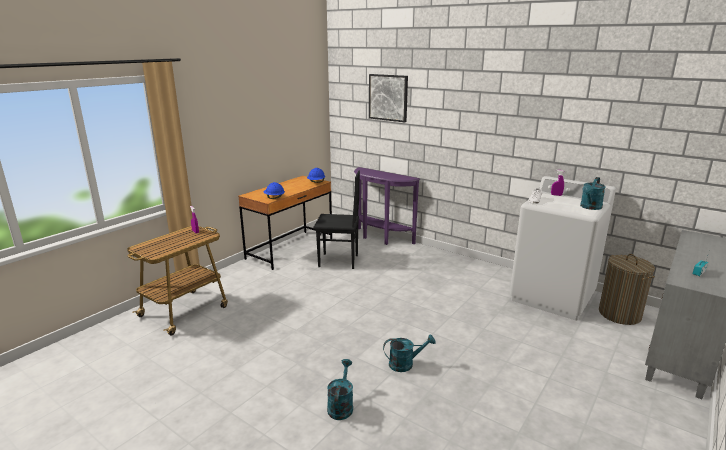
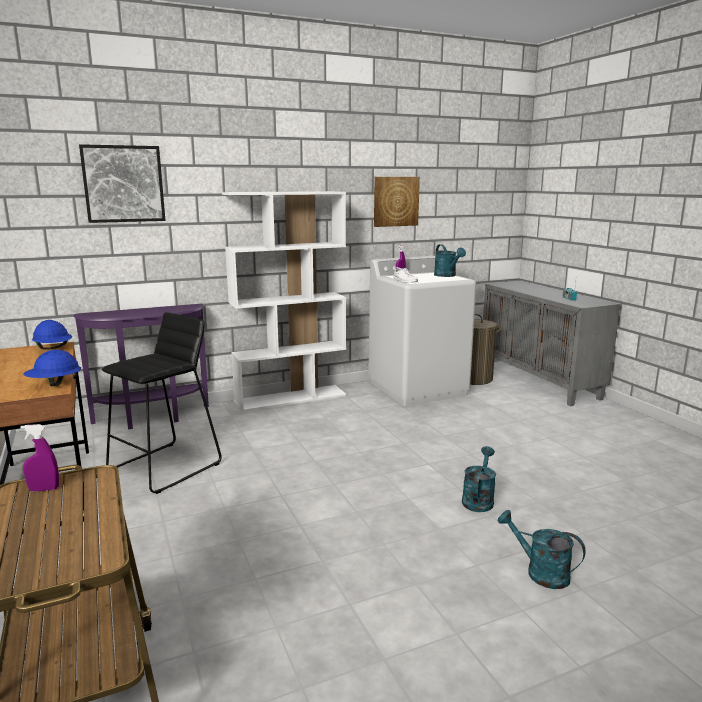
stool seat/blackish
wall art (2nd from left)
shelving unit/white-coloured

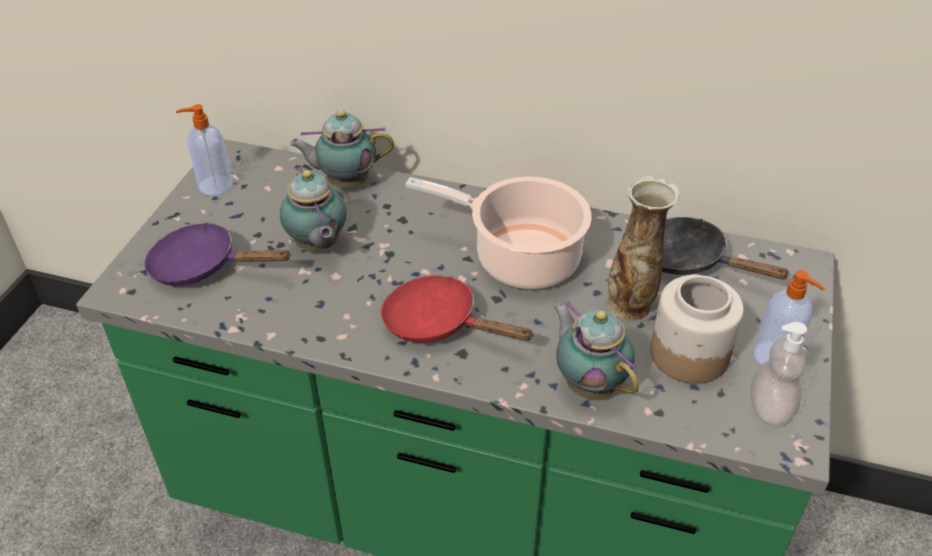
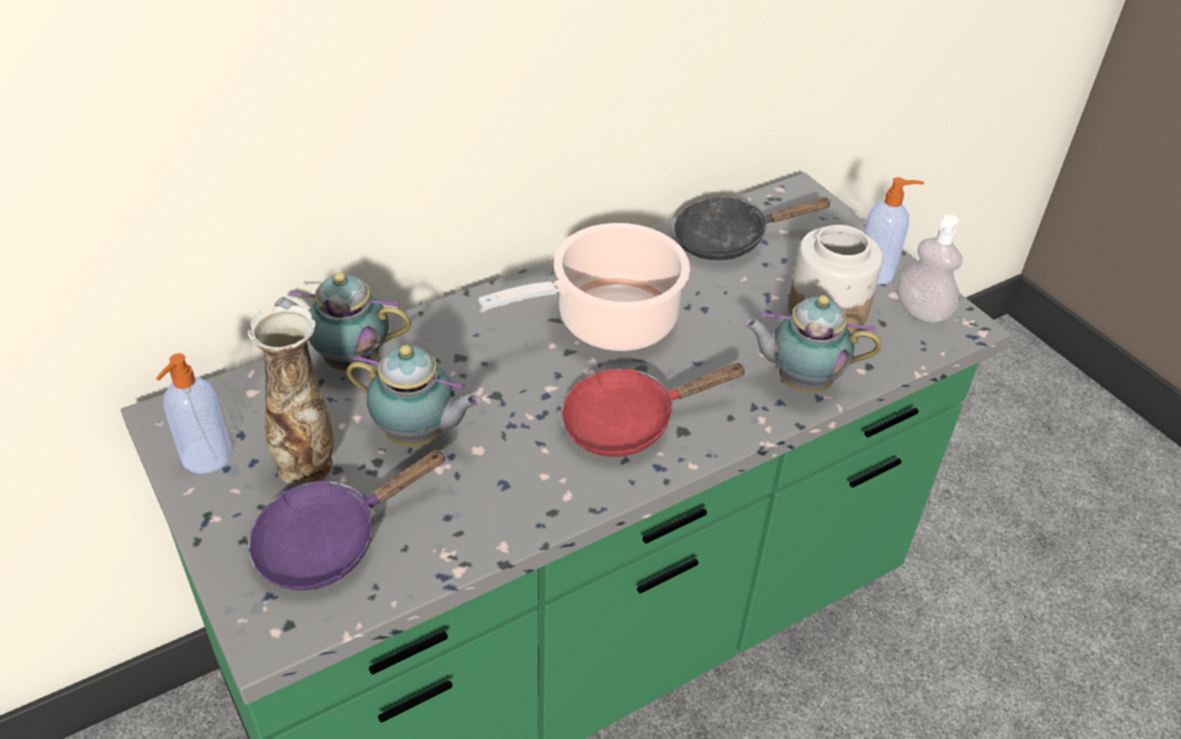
teapot (1st from left)
flower vase

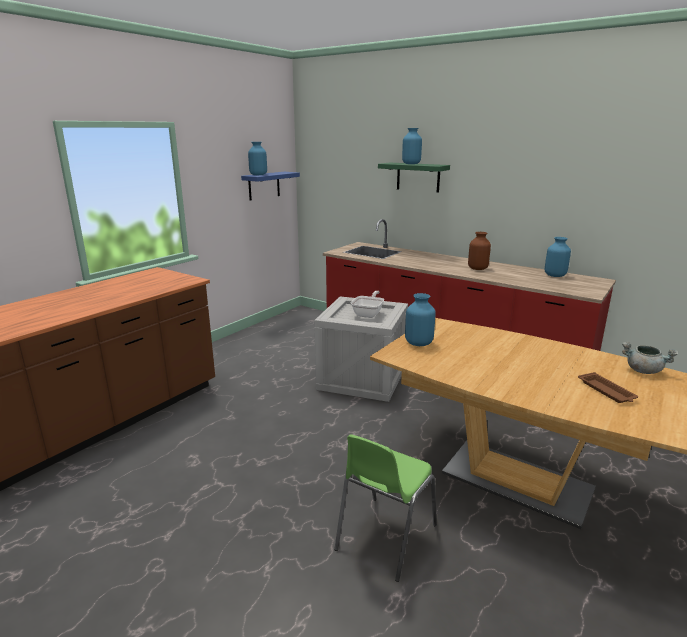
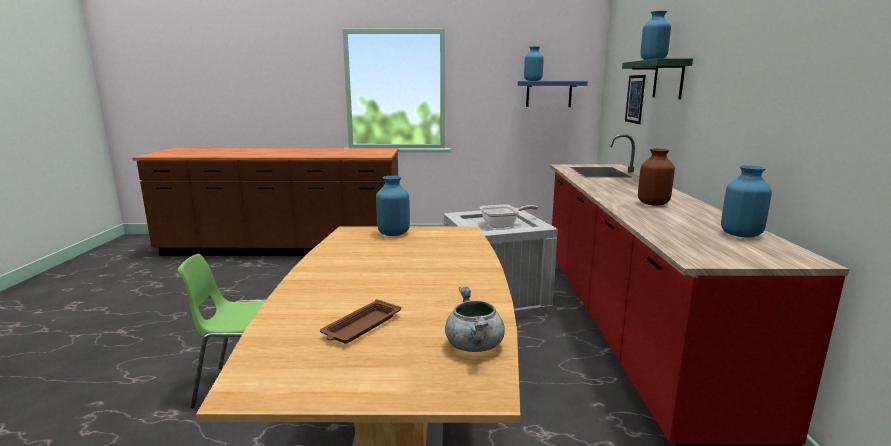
wall art

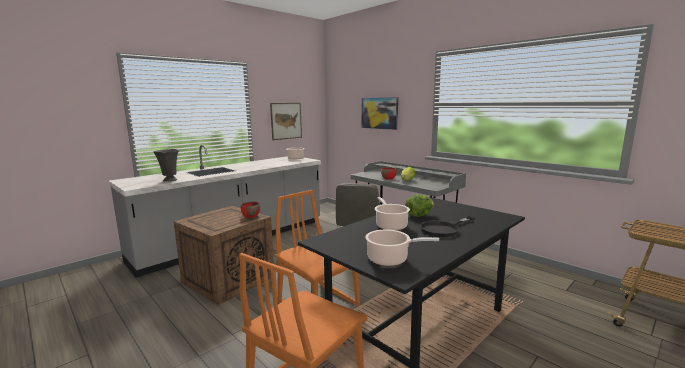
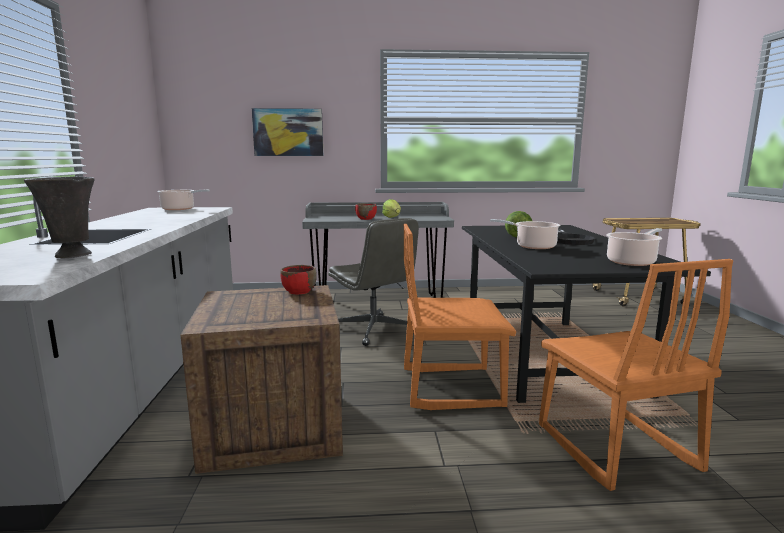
wall art (1st from left in the first image)

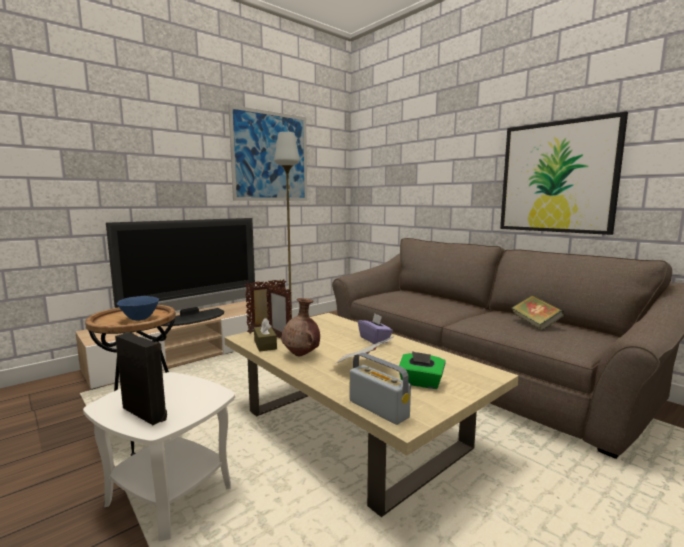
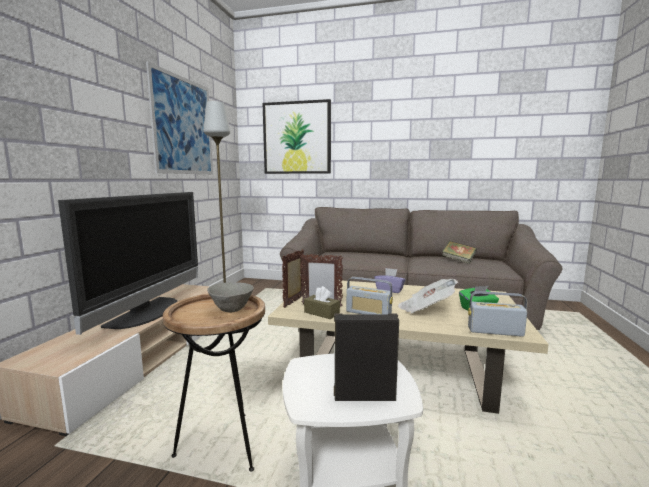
wall art (2nd from left)
bowl/grey
radio (1st from left)

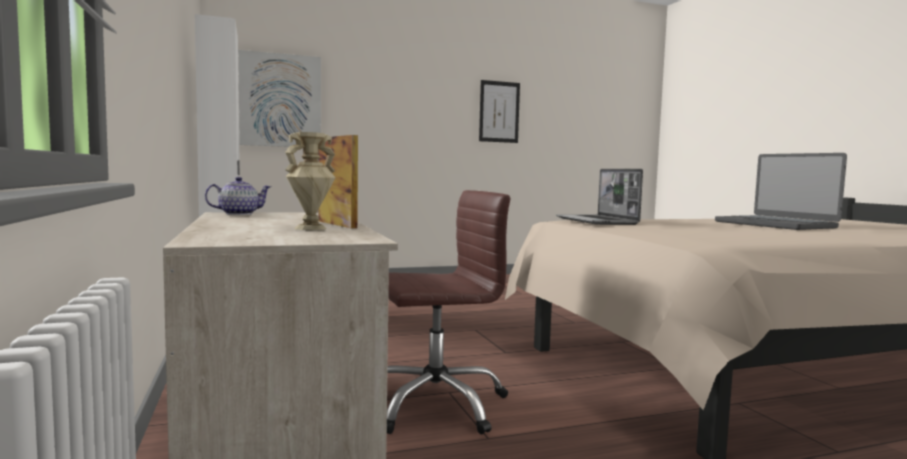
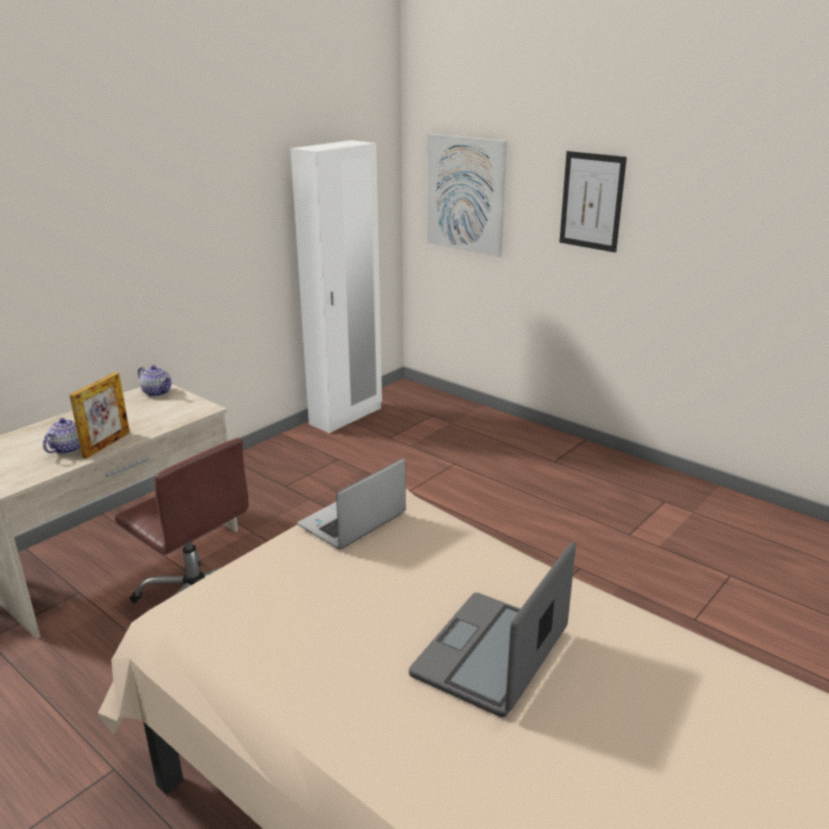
wall art (2nd from left)
teapot (1st from left)

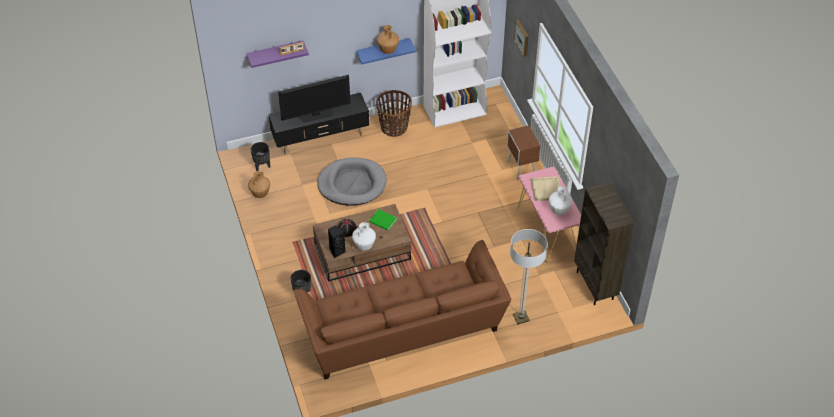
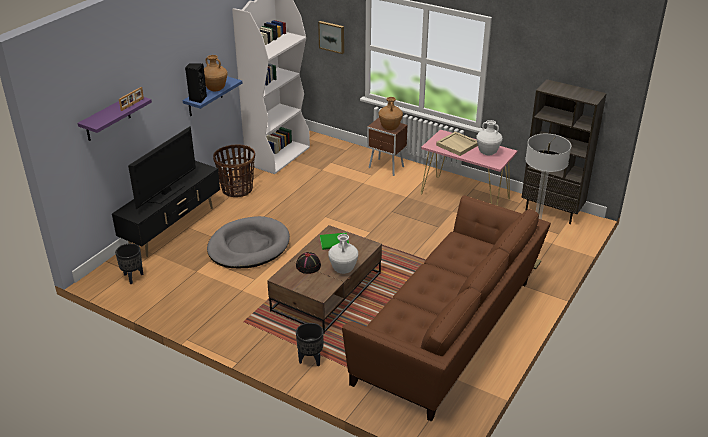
flower vase/brown-coloured (2nd from left)
speaker/blackish

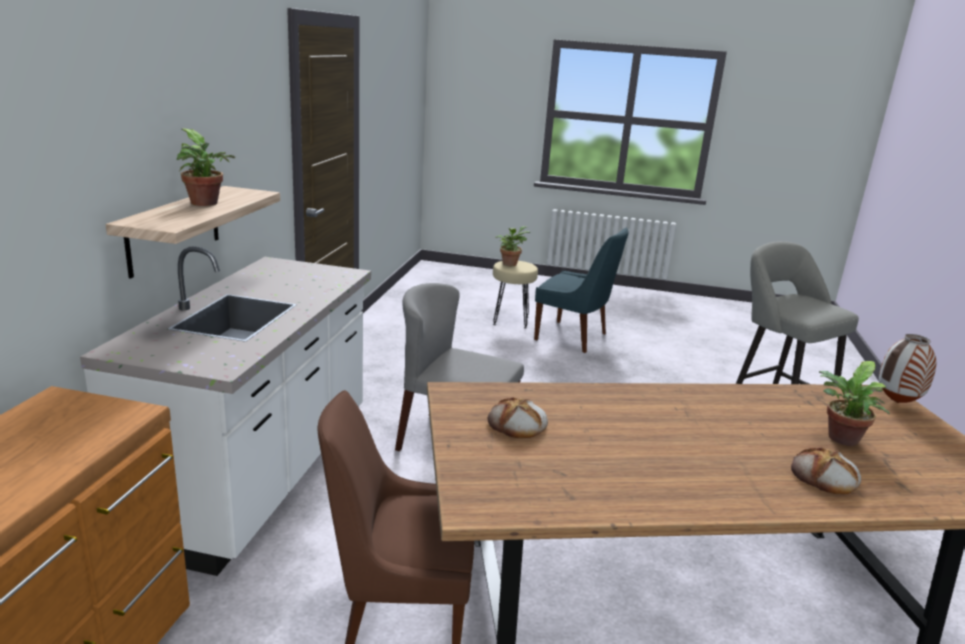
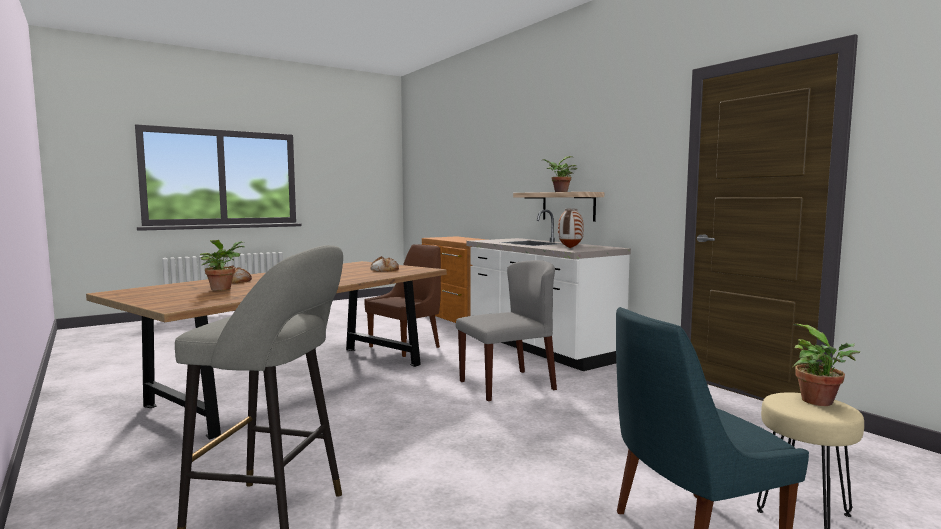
flower vase

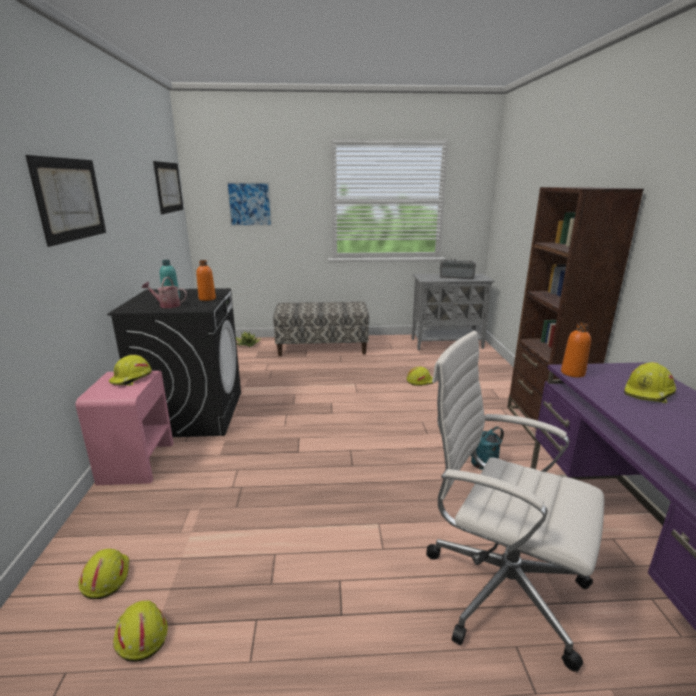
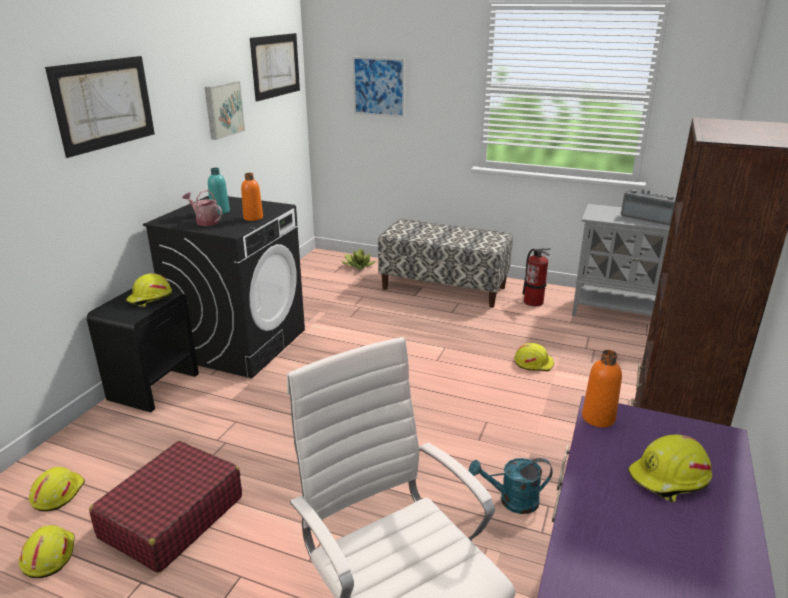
night table/blackish
wall art (2nd from left)
extinguisher
suitcase/reddish

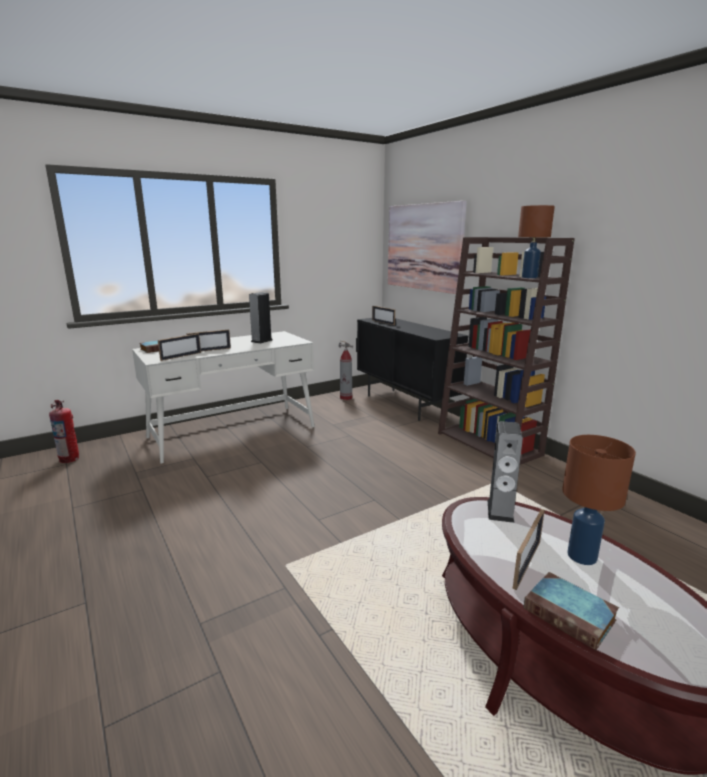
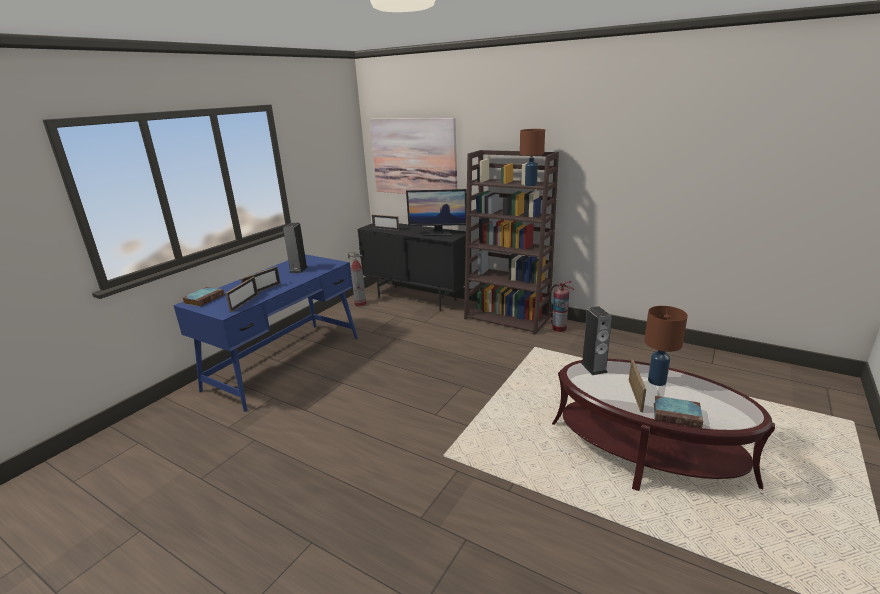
desk unit/blue
extinguisher (2nd from left)
computer screen

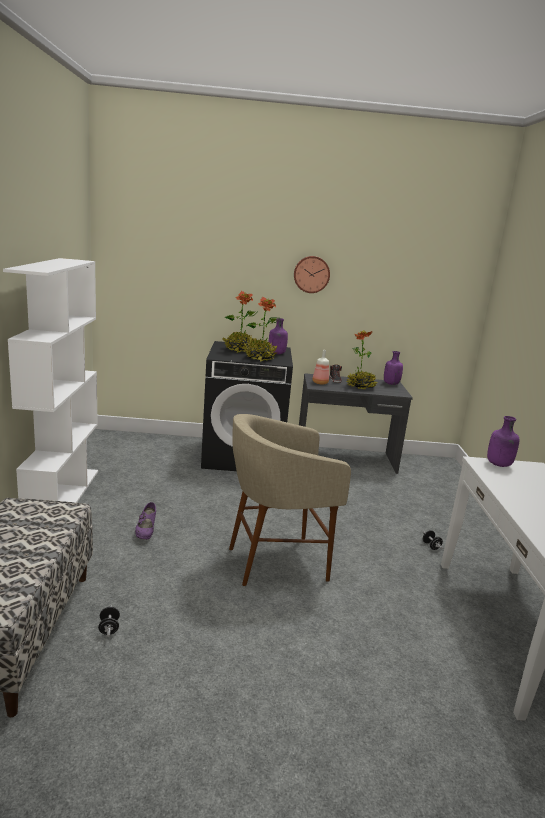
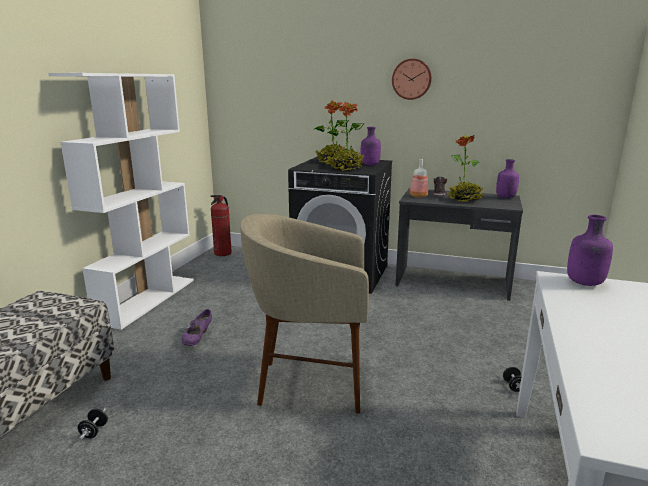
extinguisher

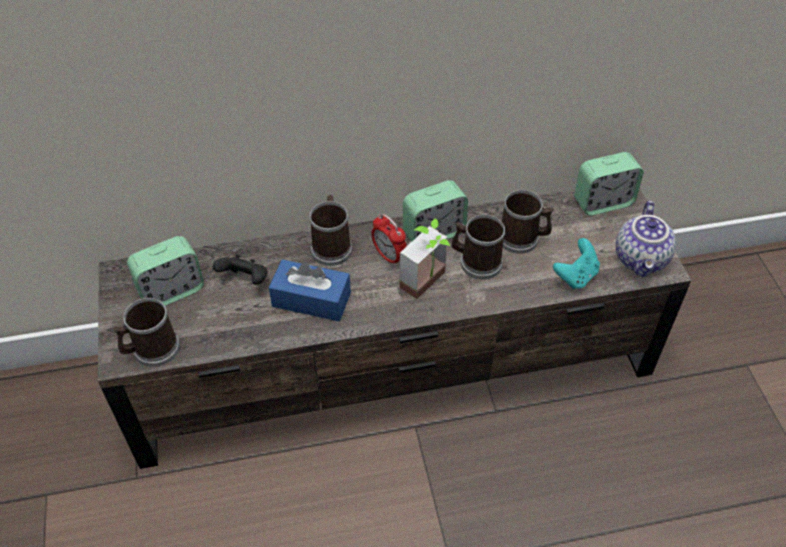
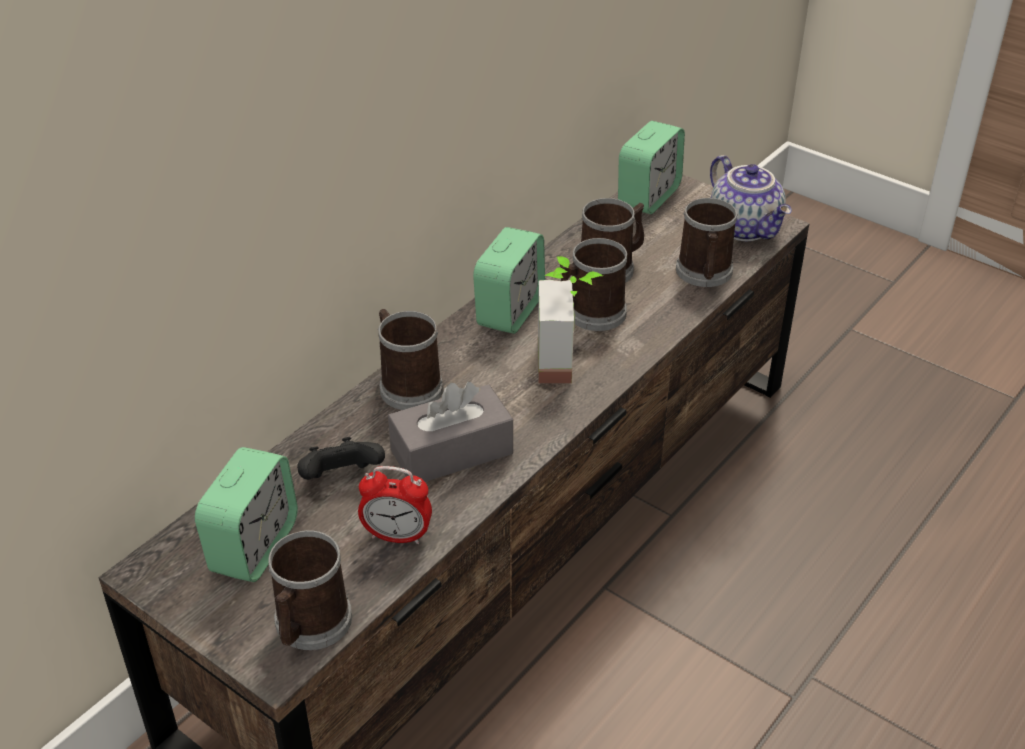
bedside clock (2nd from left)
coffee mug (5th from left)
box of tissues/grey

